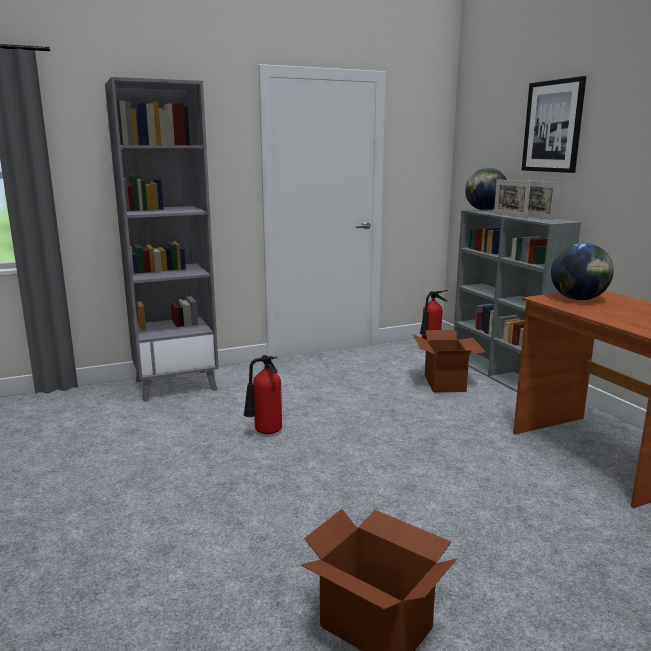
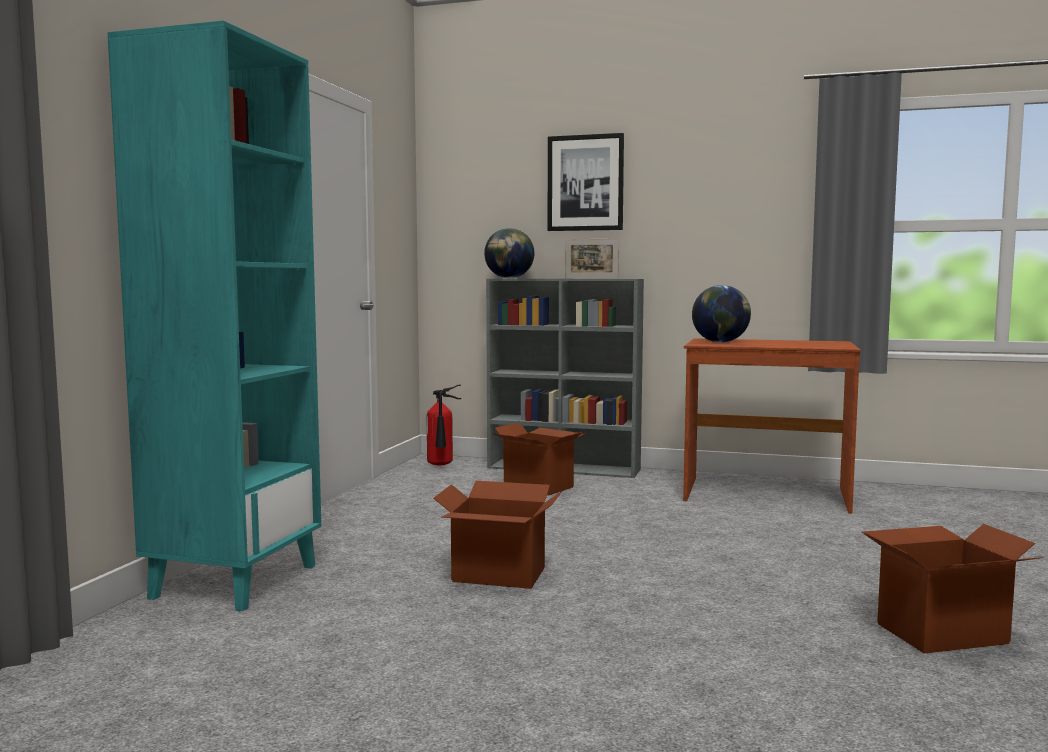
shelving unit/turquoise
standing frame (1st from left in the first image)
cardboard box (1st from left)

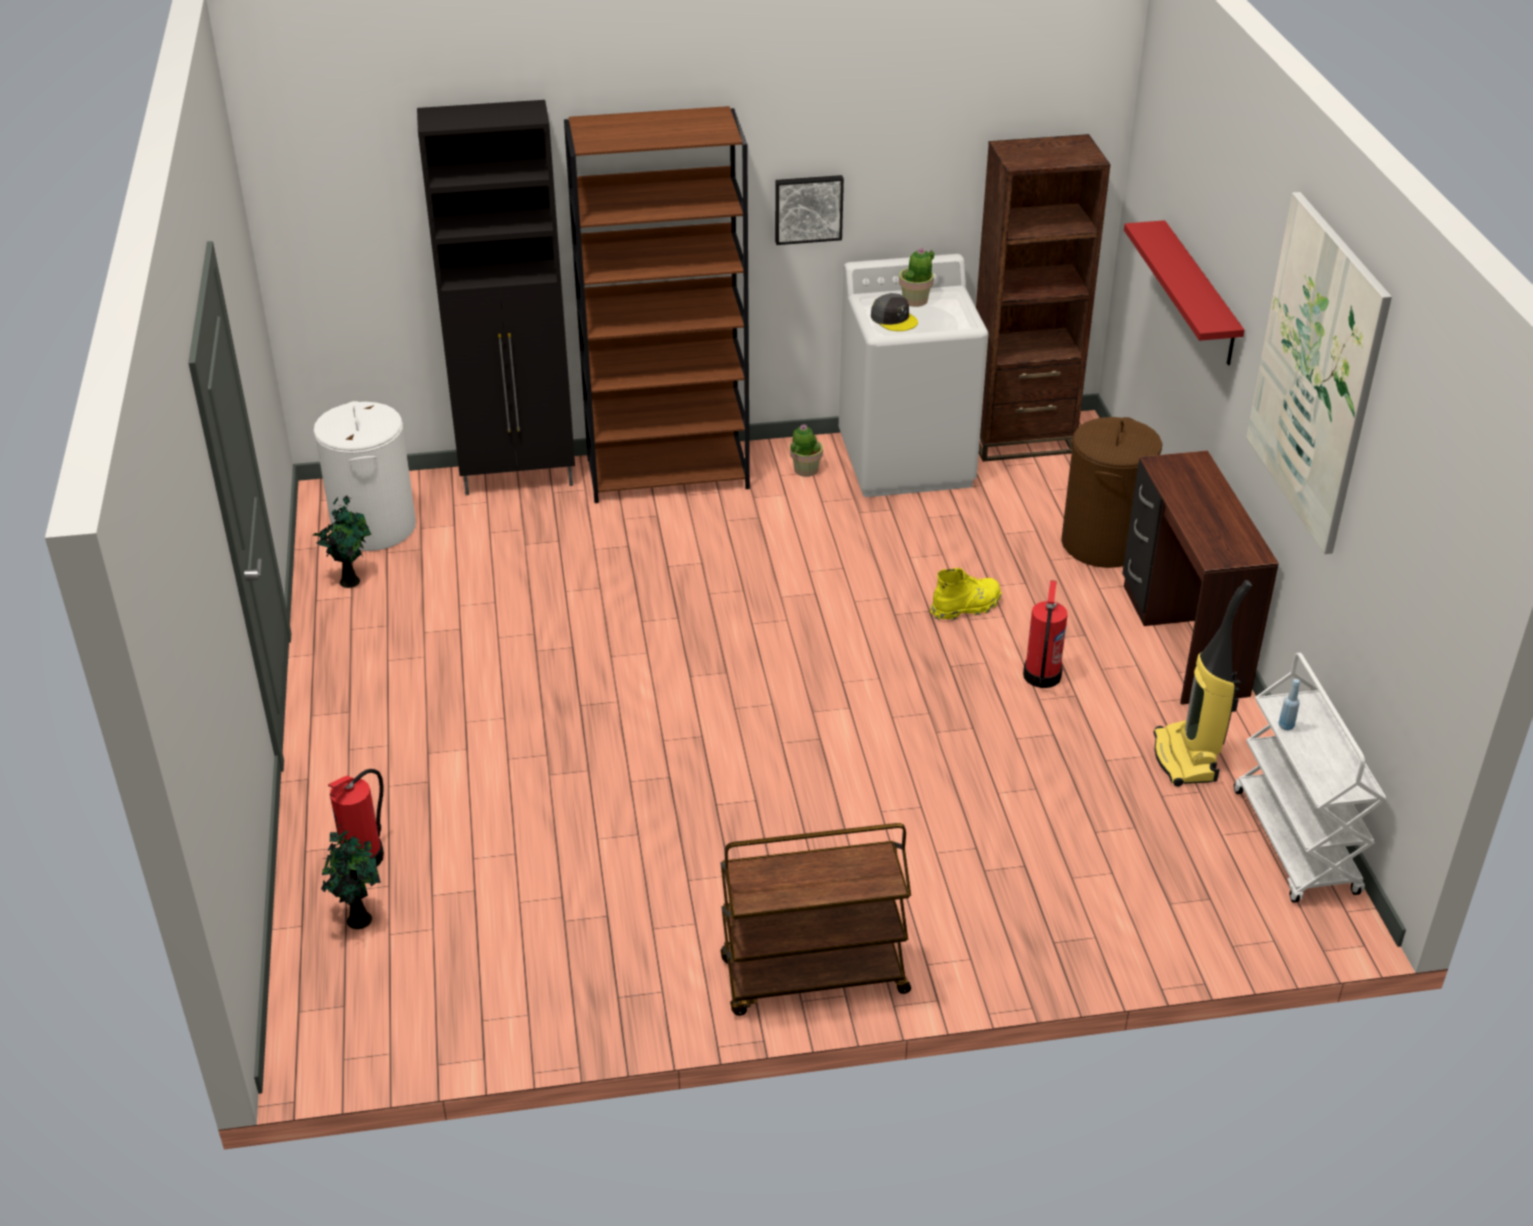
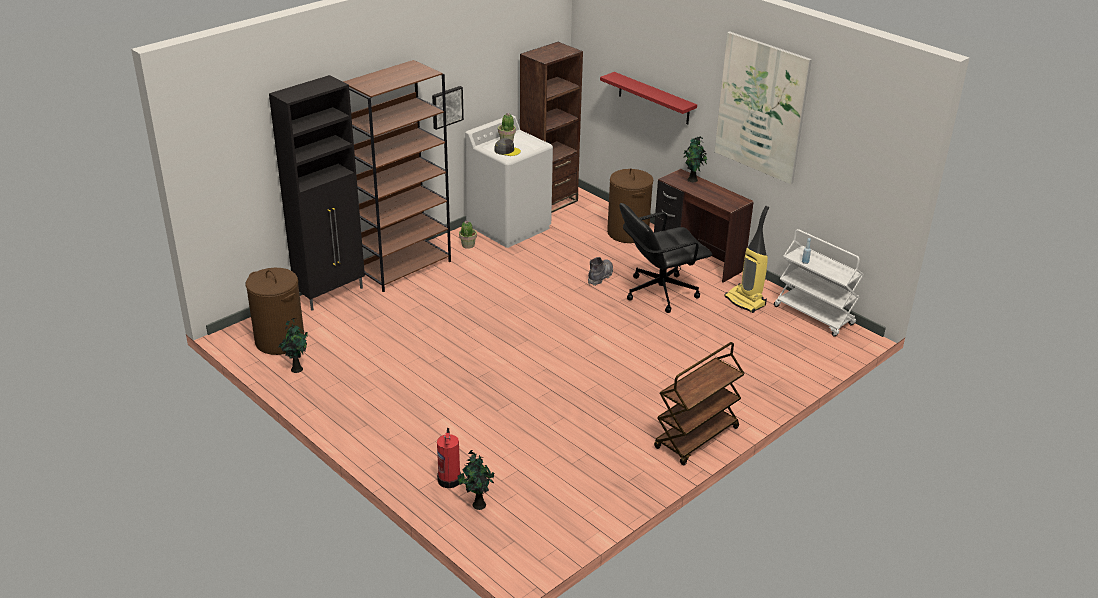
washing basket/brown-coloured (1st from left)
high-top boot/grey
office chair/blackish
potted plant (5th from left)

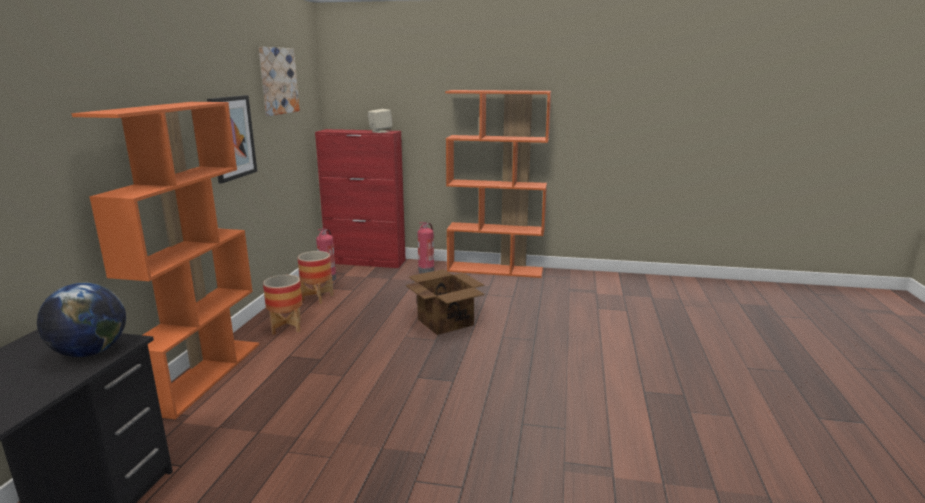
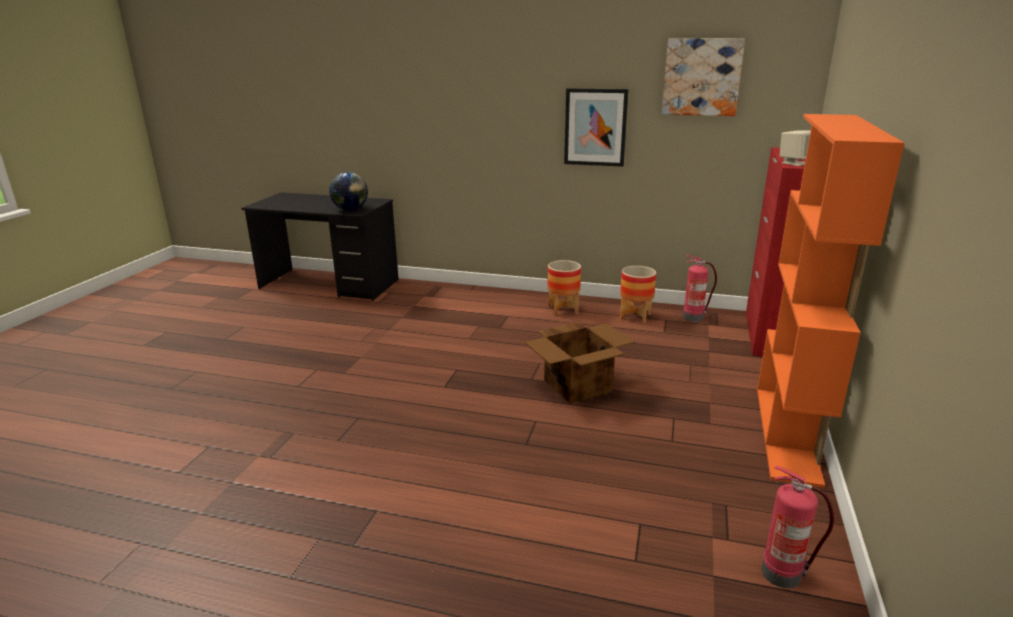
shelving unit/orange (1st from left in the first image)
extinguisher (2nd from left)

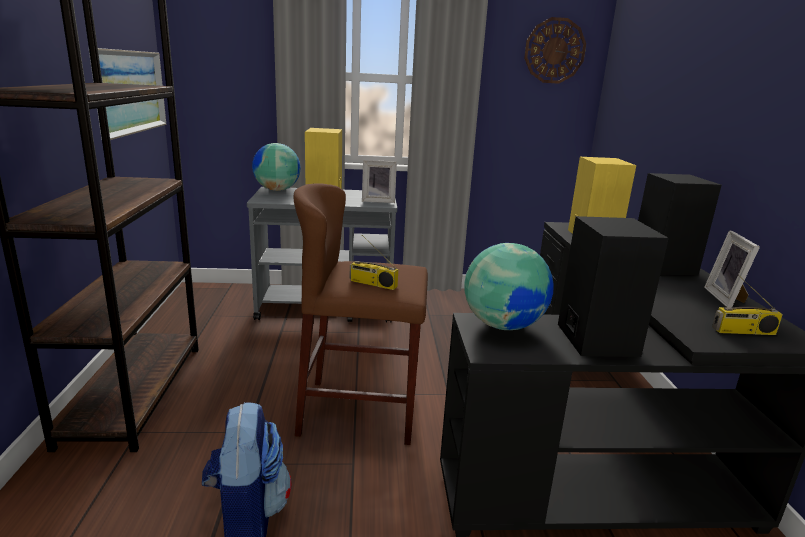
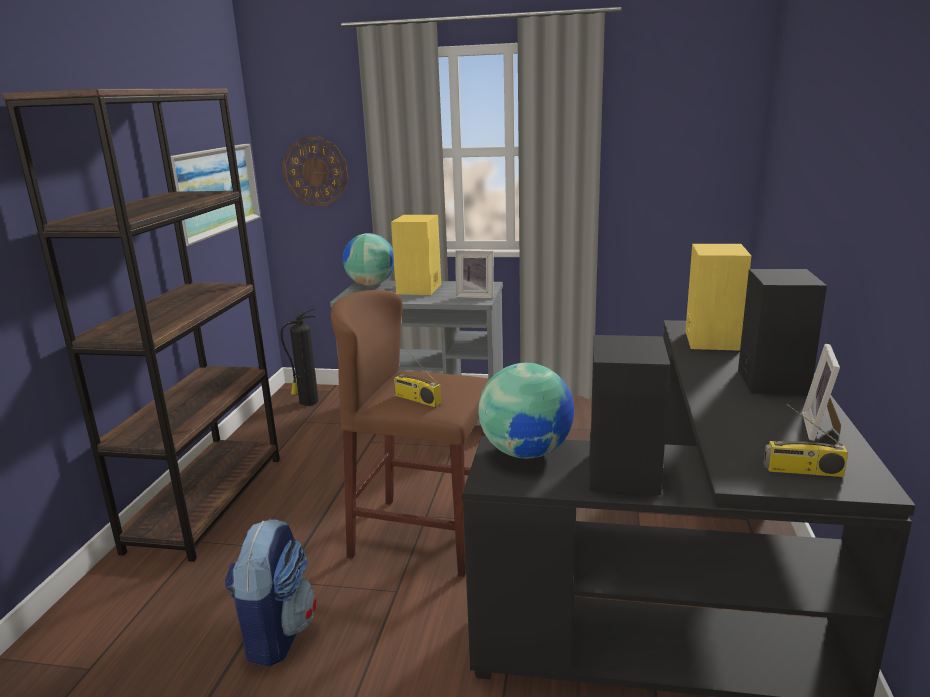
wall clock
extinguisher

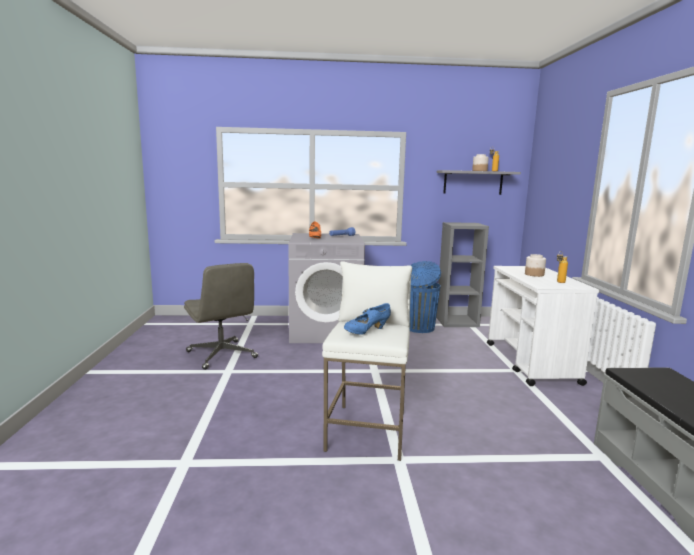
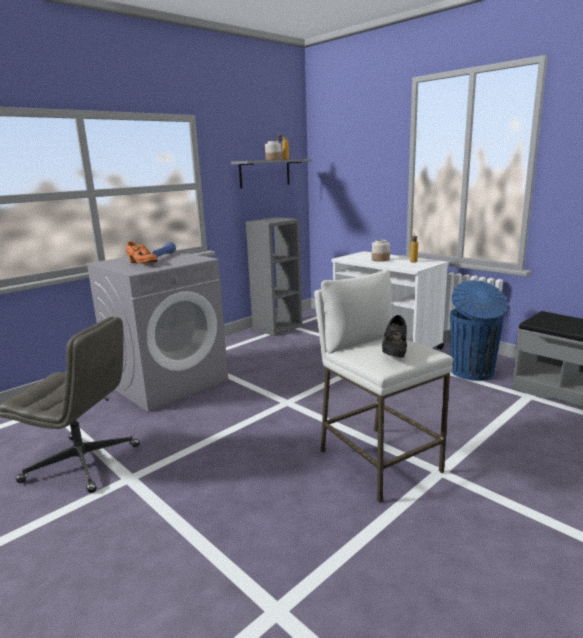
rubbish bin/blue
low shoe/blackish

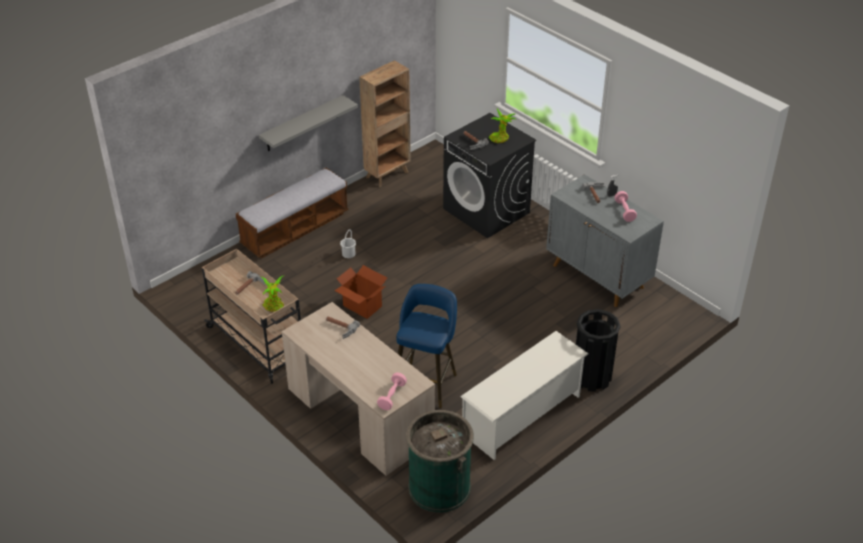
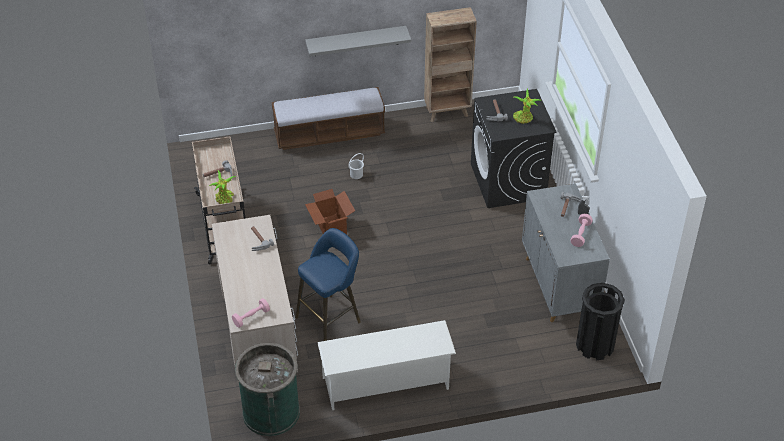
rubbish bin/blackish

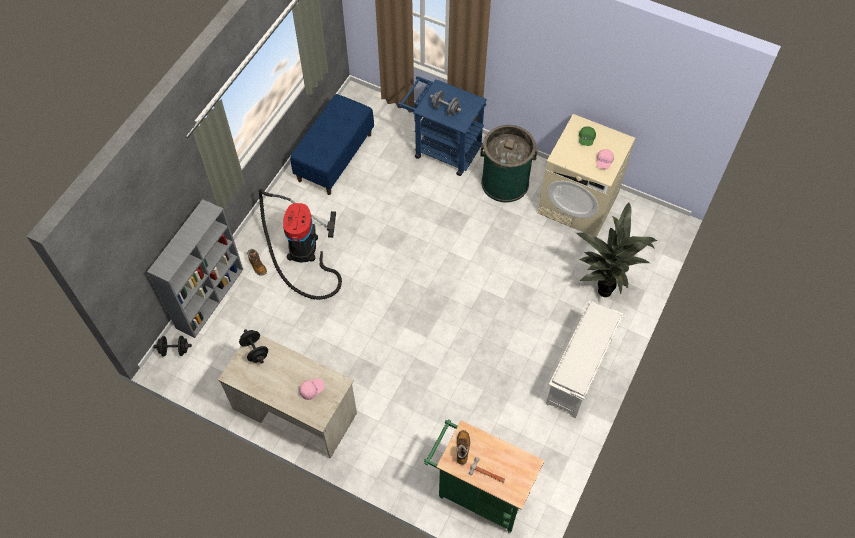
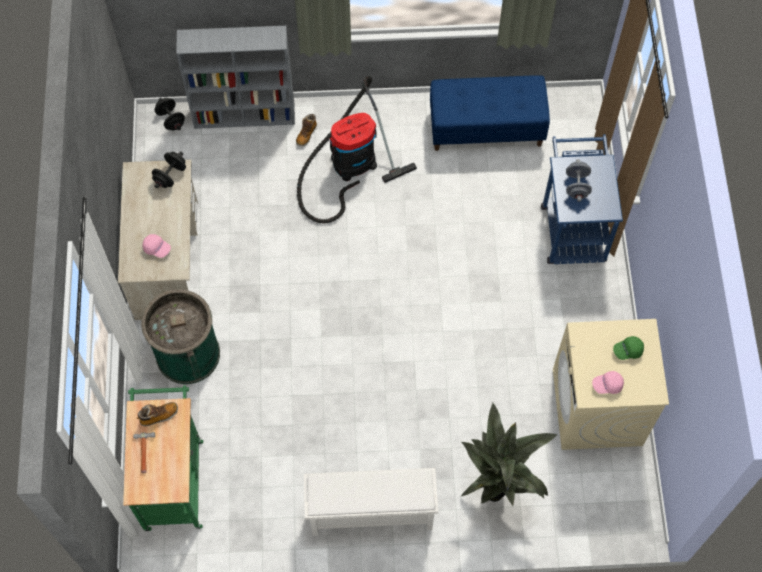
rubbish bin/green

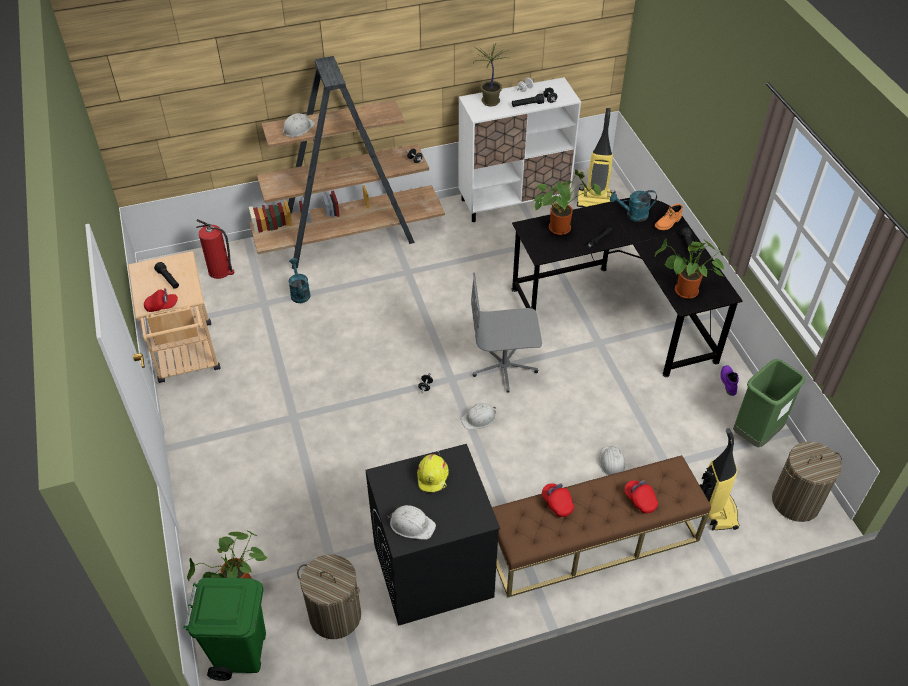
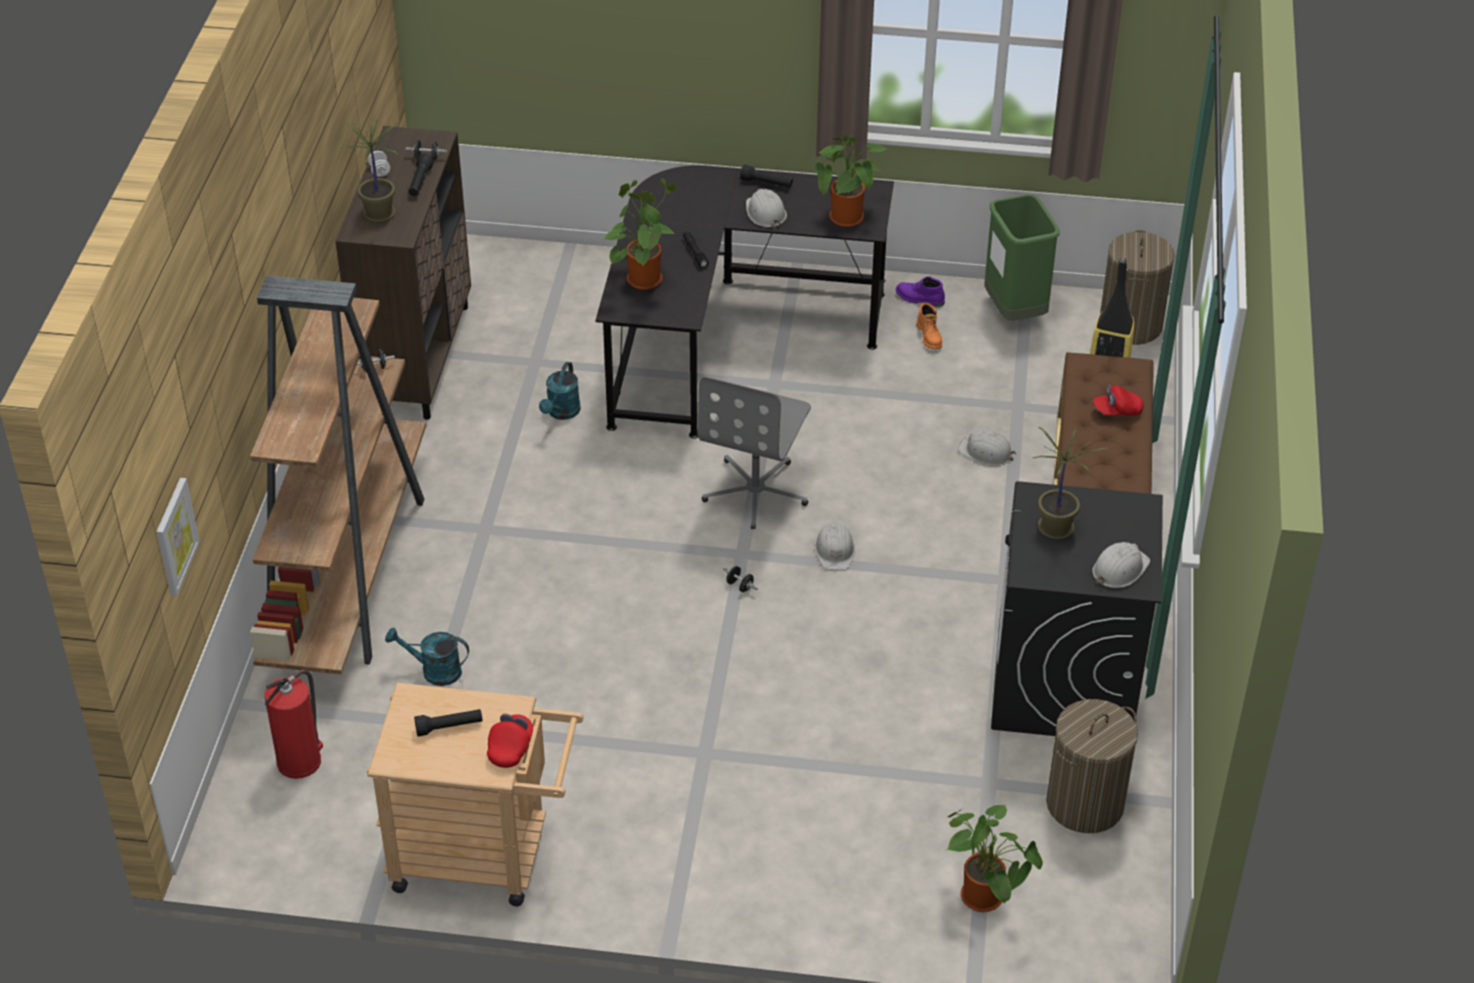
cupboard/brown-coloured
vacuum cleaner (1st from left in the first image)
work helmet/white-coloured (1st from left)
watering pot/turquoise (2nd from left)
high-top boot/orange
potted plant (5th from left)
cap/reddish (2nd from left in the first image)
rubbish bin/green (1st from left in the first image)
wall art

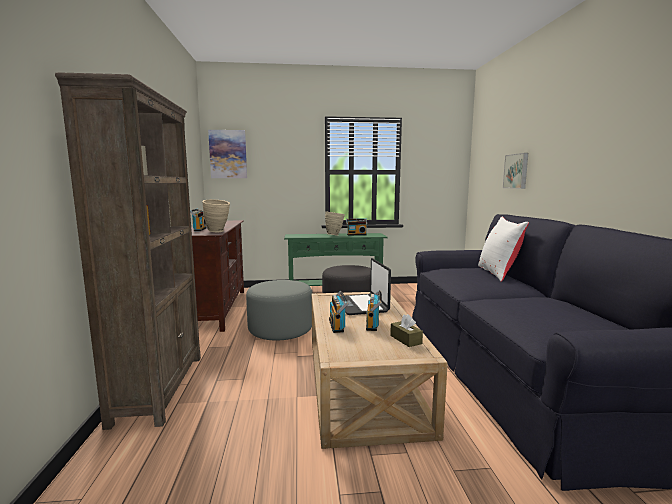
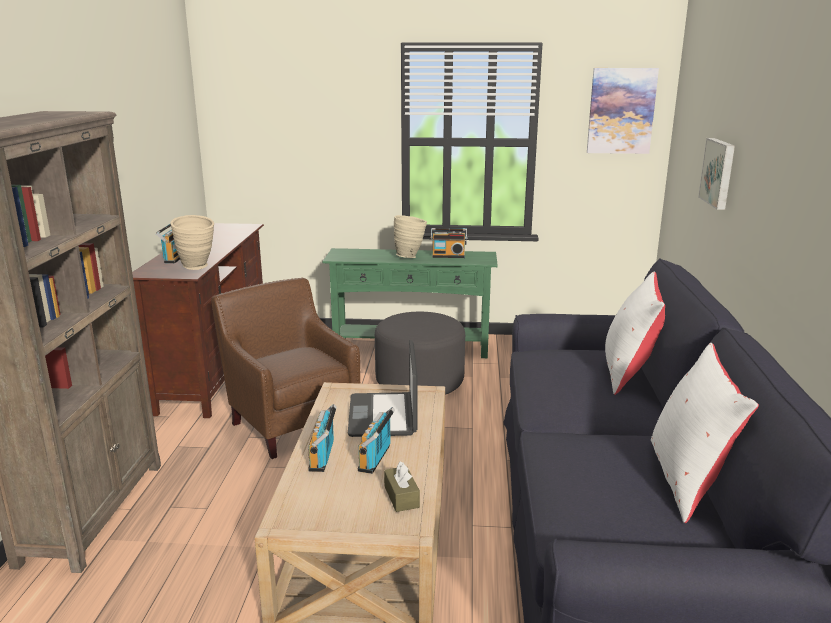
wall art (1st from left)
armchair/brown-coloured
cushion/white-coloured (2nd from left)

